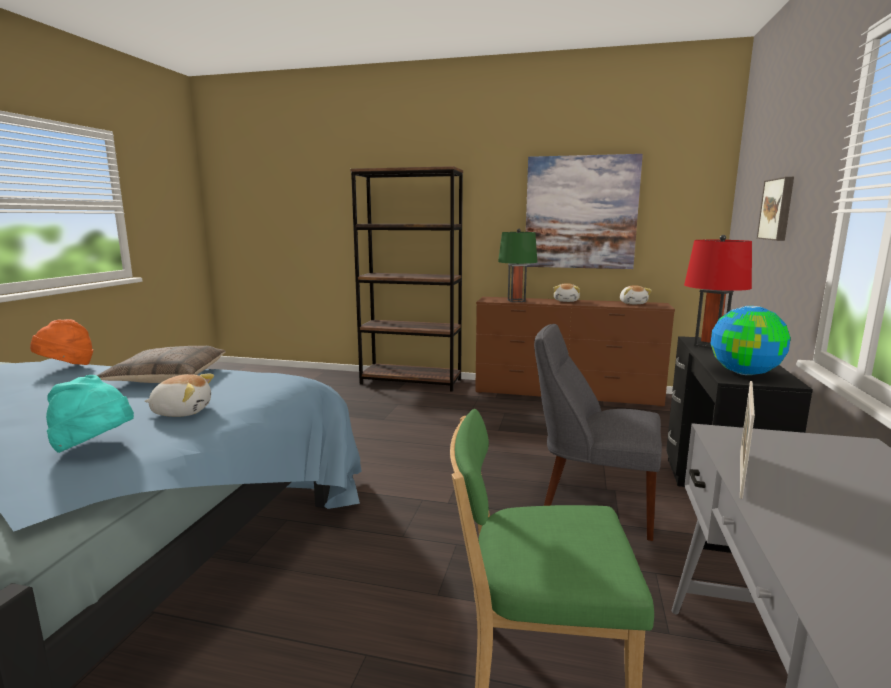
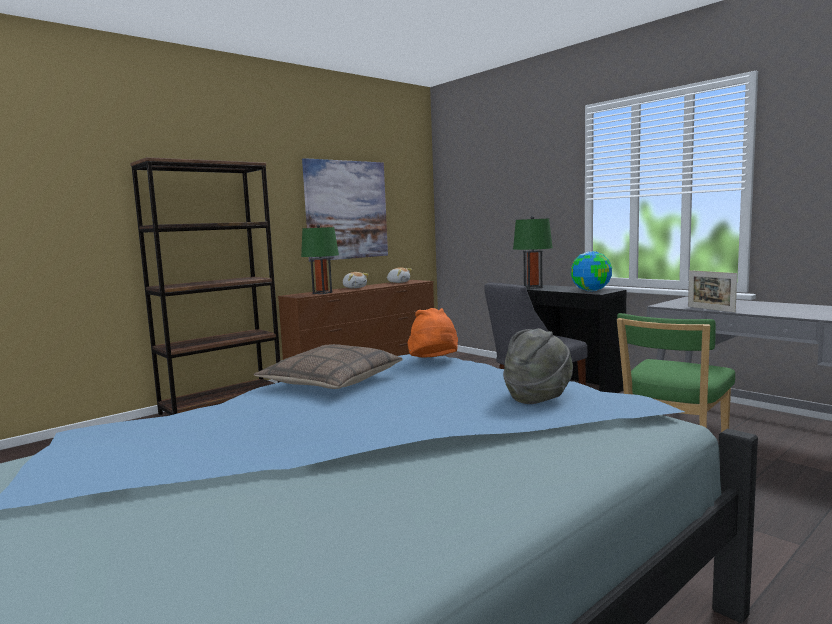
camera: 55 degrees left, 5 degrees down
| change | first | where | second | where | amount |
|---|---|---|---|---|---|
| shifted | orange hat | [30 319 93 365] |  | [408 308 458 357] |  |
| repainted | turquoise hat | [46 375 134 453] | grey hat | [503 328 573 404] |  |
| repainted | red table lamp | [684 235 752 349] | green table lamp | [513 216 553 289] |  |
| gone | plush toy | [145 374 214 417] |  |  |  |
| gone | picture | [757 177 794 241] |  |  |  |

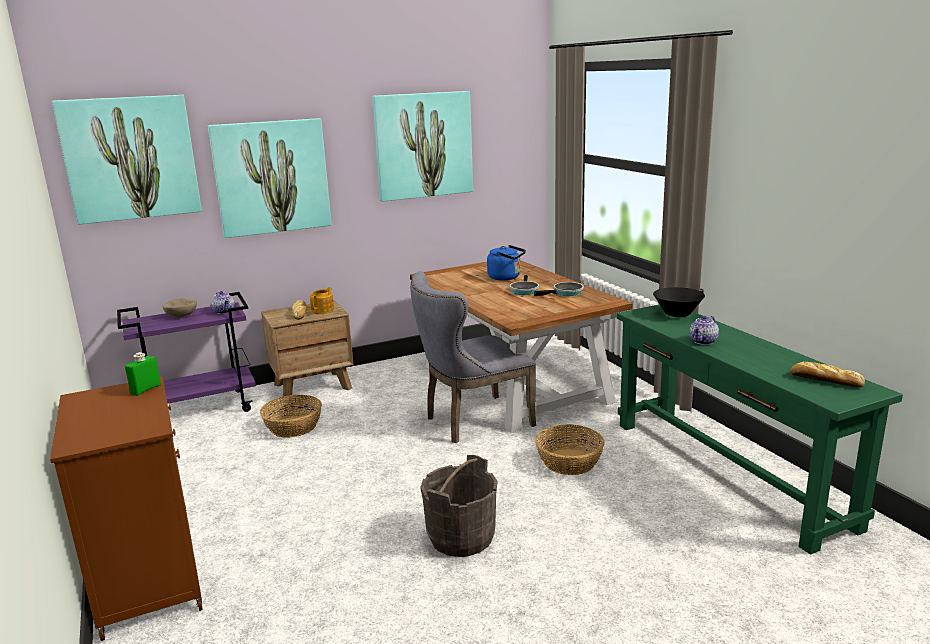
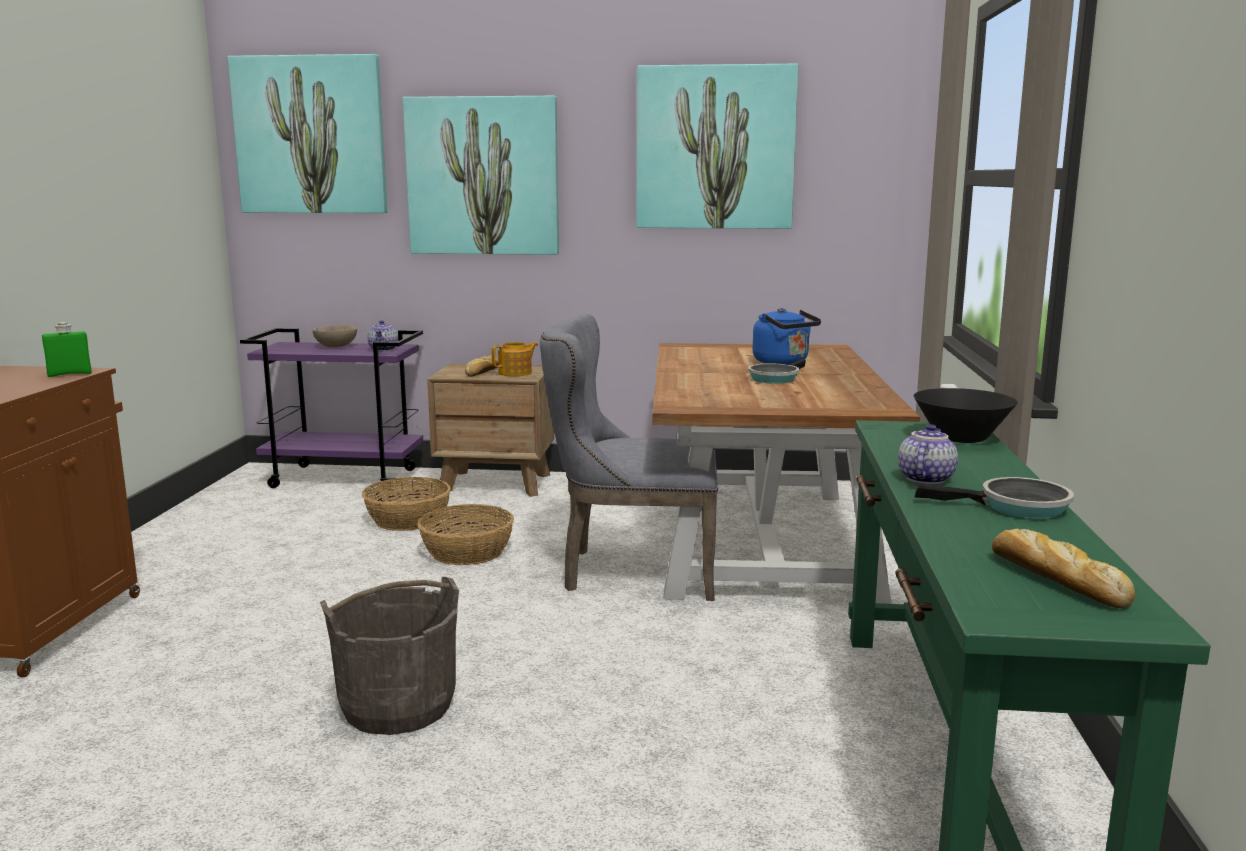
camera: 30 degrees right, 5 degrees down
| change | first | where | second | where | amount |
|---|---|---|---|---|---|
| shifted | basket | [535 424 604 475] |  | [417 504 514 565] |  |
| rotated | teapot | [690 316 719 345] |  | [898 424 958 484] | 135 degrees clockwise |
| shifted | frying pan | [534 282 584 296] |  | [915 477 1074 519] |  |

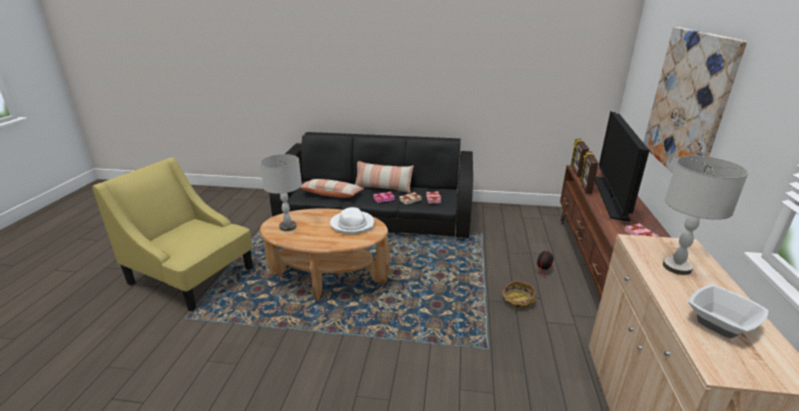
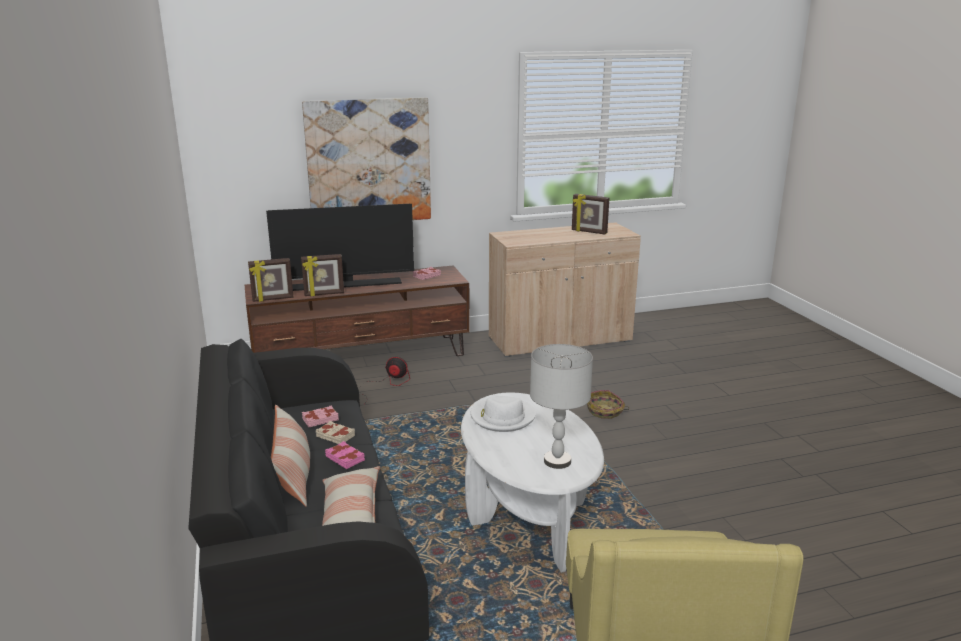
camera: 115 degrees left, 5 degrees down
| change | first | where | second | where | amount |
|---|---|---|---|---|---|
| repainted | brown coffee table | [259 208 389 301] | white coffee table | [461 393 604 573] |  |
| swapped | bowl | [688 284 769 339] | picture frame | [572 194 609 235] |  |
| shifted | basket | [502 281 537 310] |  | [587 390 630 419] |  |
| gone | grey table lamp | [663 156 748 275] |  |  |  |

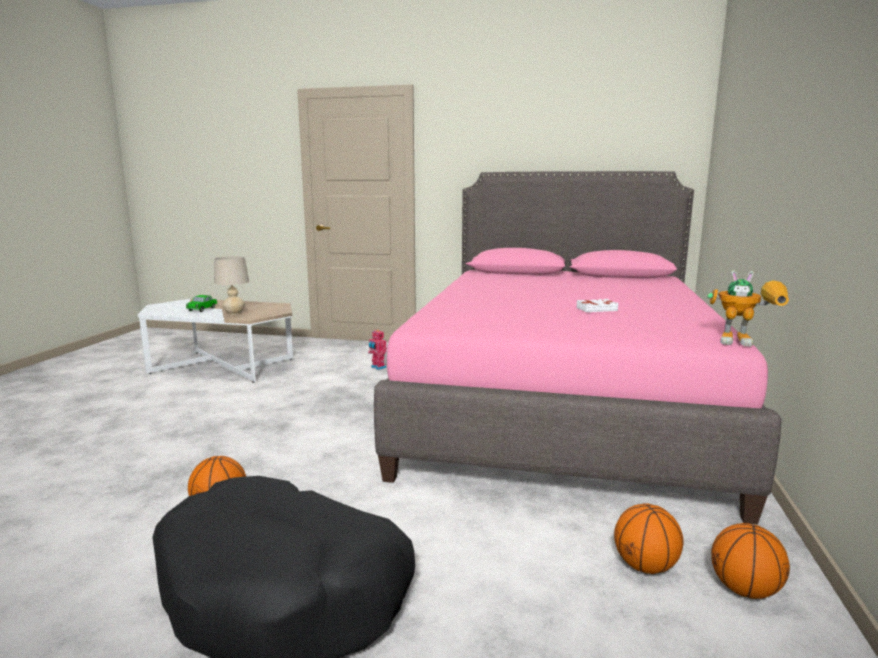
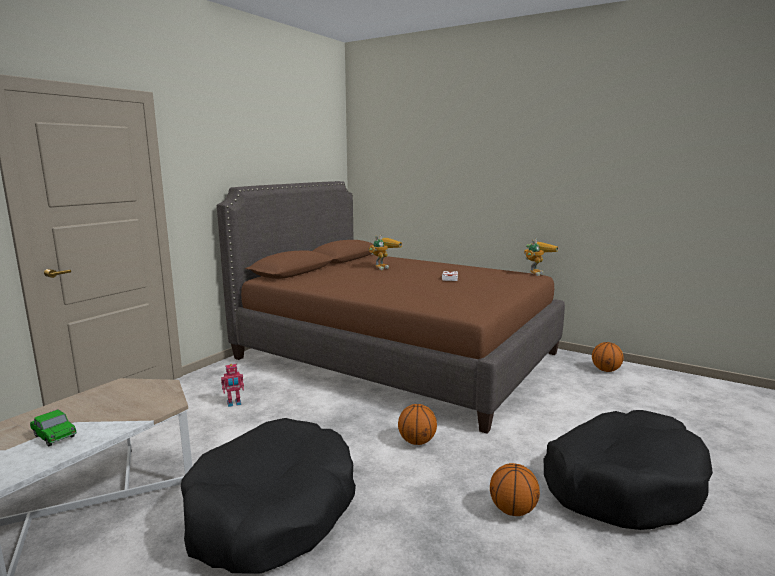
camera: 70 degrees left, 0 degrees up
| change | first | where | second | where | amount |
|---|---|---|---|---|---|
| new |  |  | black dog bed | [181 418 356 574] |  |
| repainted | pink bed | [374 171 782 525] | brown bed | [217 181 565 434] |  |
| new |  |  | toy robot | [368 235 402 270] |  |
| shifted | basketball | [614 503 684 574] |  | [398 404 437 445] |  |
| gone | beige table lamp | [214 256 249 315] |  |  |  |

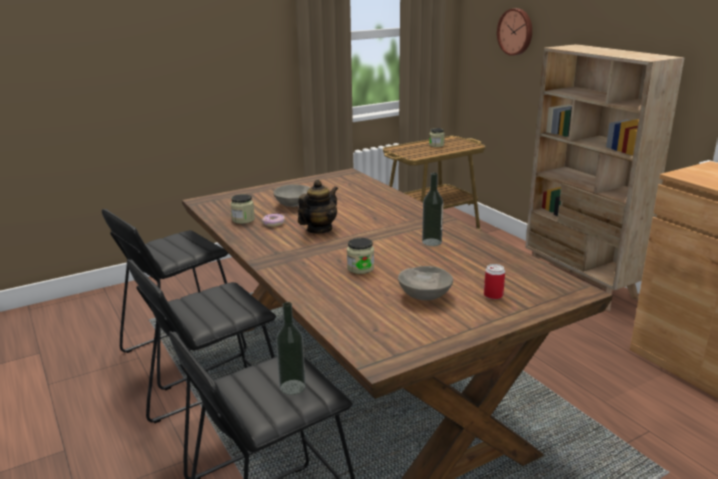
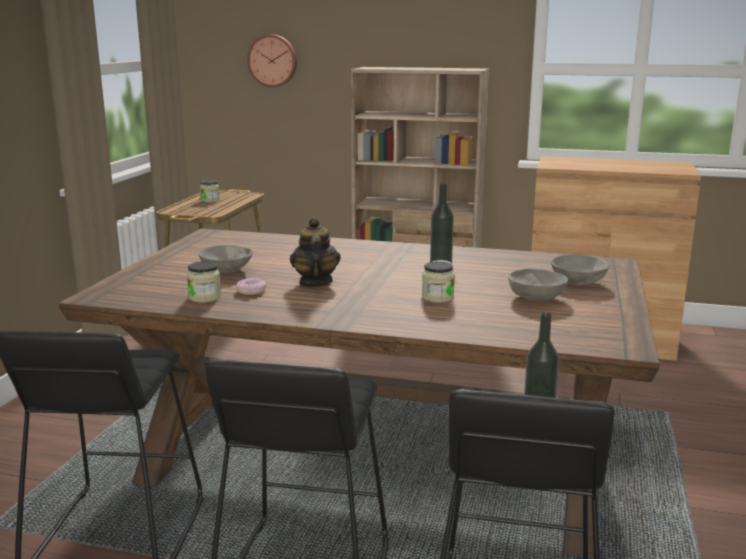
camera: 45 degrees left, 5 degrees down
| change | first | where | second | where | amount |
|---|---|---|---|---|---|
| swapped | can | [484 264 505 300] | grey bowl | [551 254 609 285] |  |

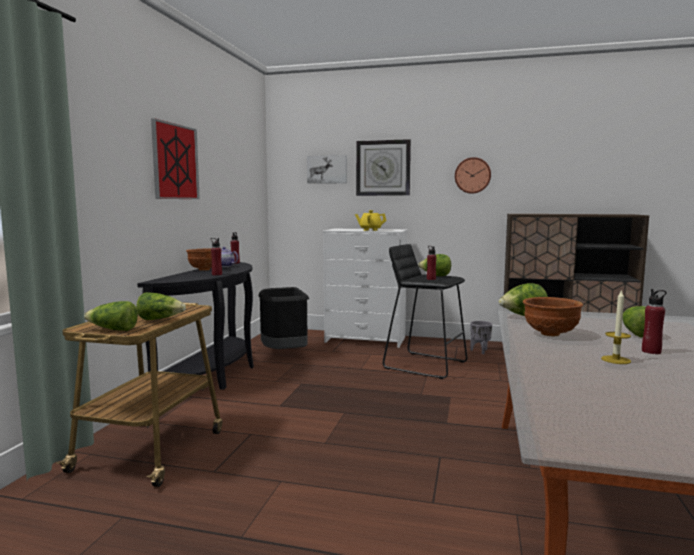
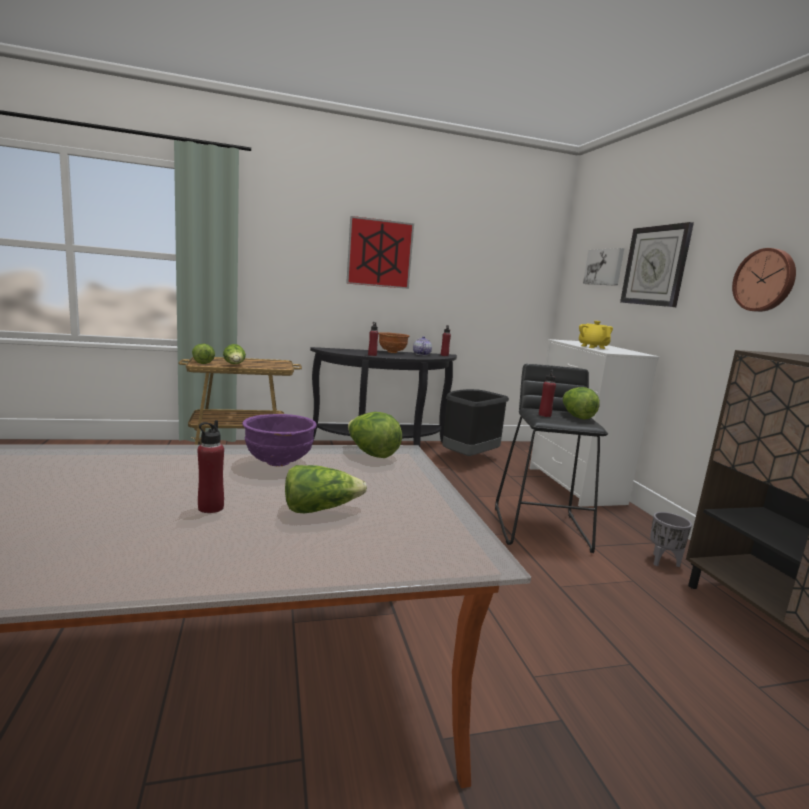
camera: 60 degrees right, 5 degrees up
| change | first | where | second | where | amount |
|---|---|---|---|---|---|
| repainted | brown bowl | [523 297 583 336] | purple bowl | [242 414 317 466] |  |
| gone | candle | [601 289 631 364] |  |  |  |

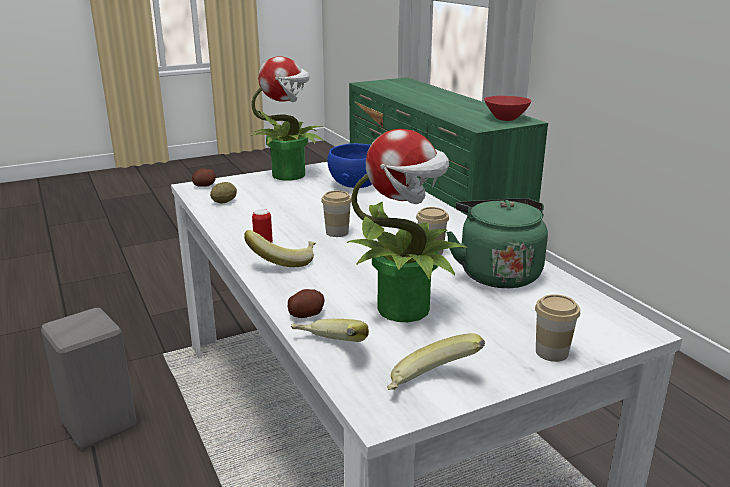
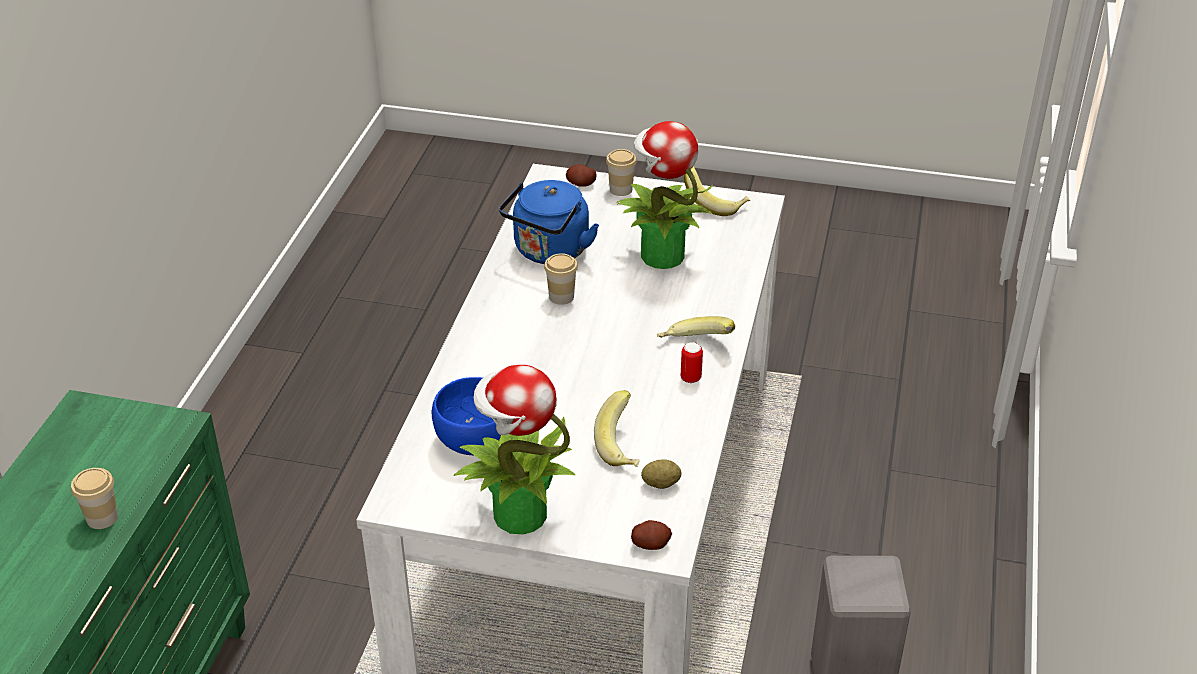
camera: 140 degrees left, 15 degrees up
| change | first | where | second | where | amount |
|---|---|---|---|---|---|
| shifted | cup | [321 191 352 237] |  | [71 468 118 529] |  |
| repainted | green kettle | [446 198 548 288] | blue kettle | [499 180 599 264] |  |
| shifted | potato | [288 289 325 318] |  | [566 164 597 187] |  |
| shifted | banana | [291 319 369 342] |  | [594 390 639 467] |  |
| gone | red bowl | [484 96 531 121] |  |  |  |

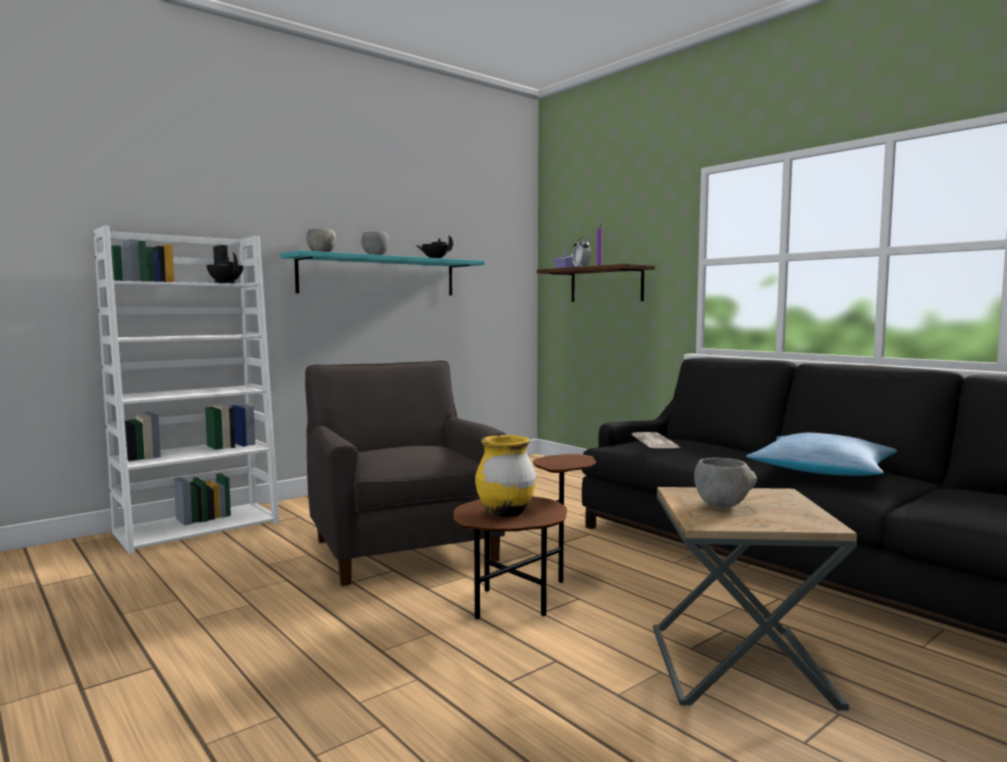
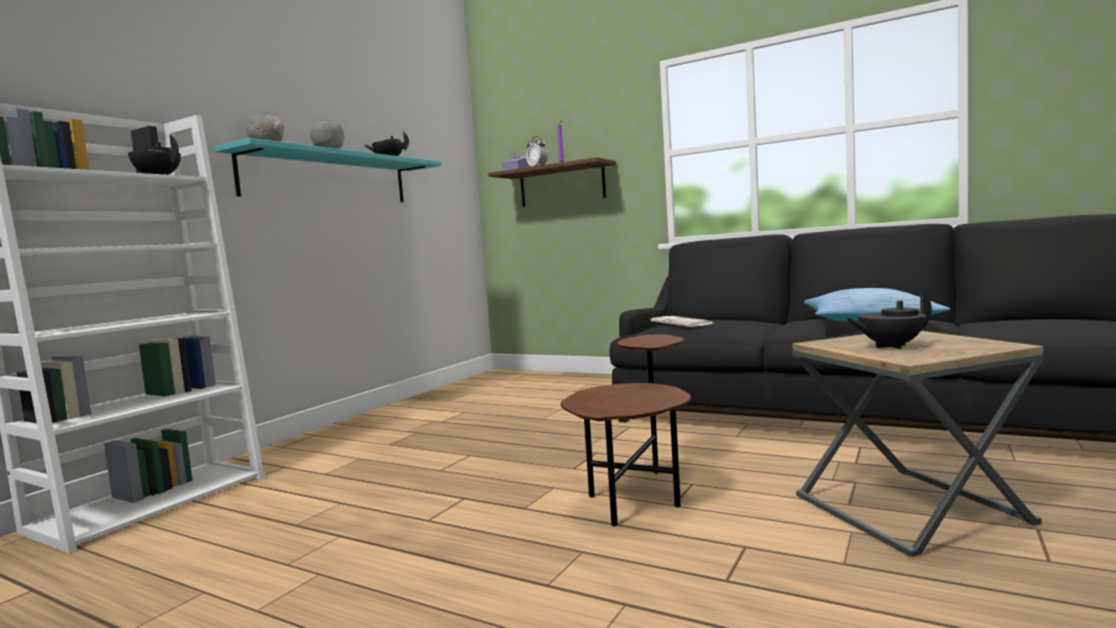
camera: 20 degrees left, 0 degrees up
| change | first | where | second | where | amount |
|---|---|---|---|---|---|
| swapped | grey bowl | [694 458 757 508] | black teapot | [846 291 932 349] |  |
| gone | grey armchair | [305 361 507 586] |  |  |  |
| gone | yellow vase | [475 435 536 517] |  |  |  |

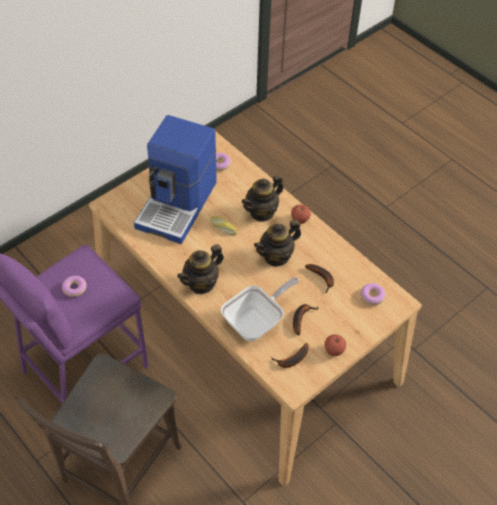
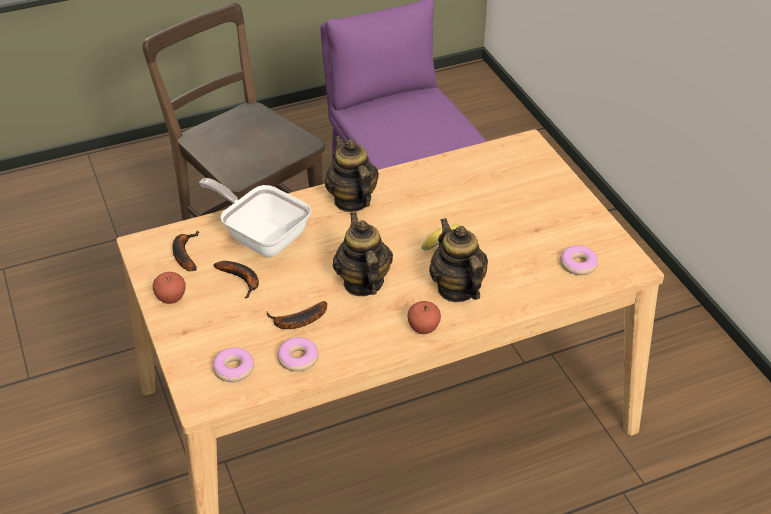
camera: 110 degrees right, 10 degrees down
| change | first | where | second | where | amount |
|---|---|---|---|---|---|
| rotated | frying pan | [221 277 300 342] |  | [199 178 311 257] | 150 degrees clockwise |
| shifted | donut | [62 276 87 297] |  | [277 337 318 372] |  |
| gone | coffee machine | [134 115 217 244] |  |  |  |

